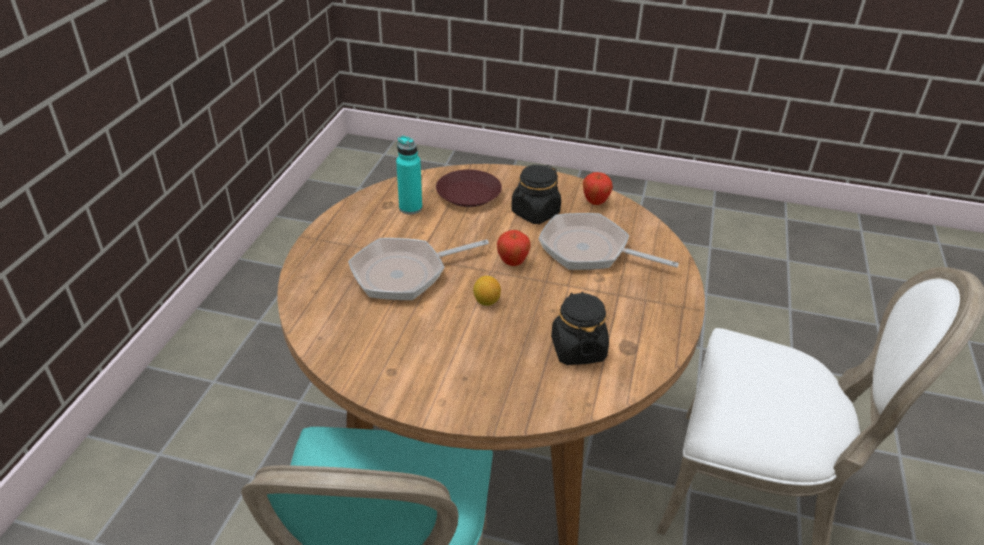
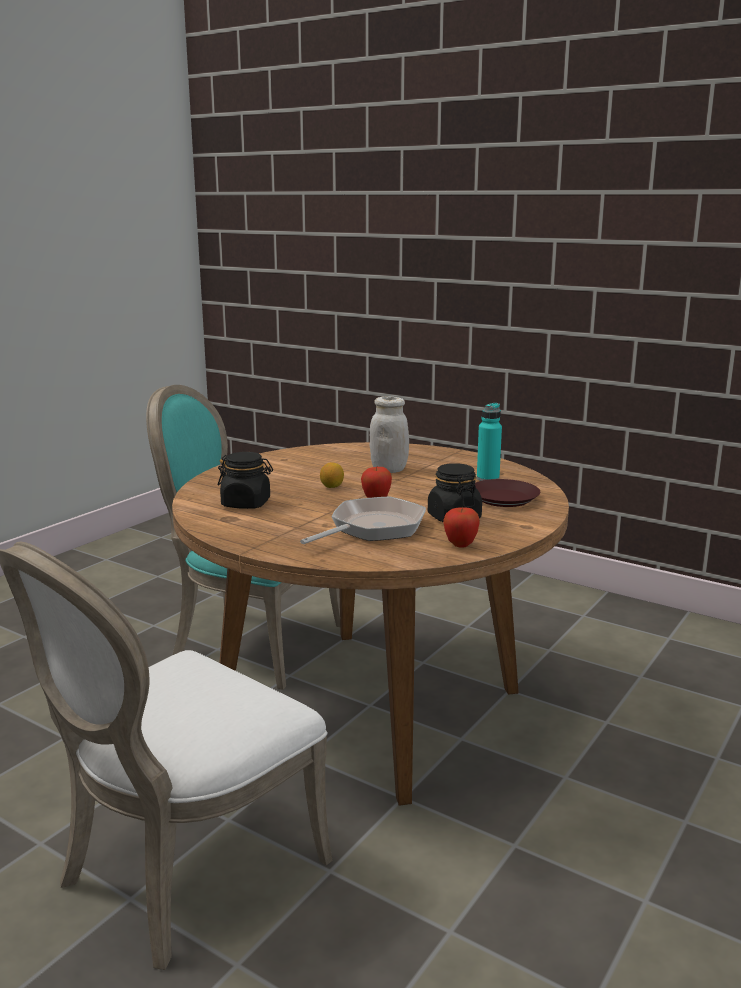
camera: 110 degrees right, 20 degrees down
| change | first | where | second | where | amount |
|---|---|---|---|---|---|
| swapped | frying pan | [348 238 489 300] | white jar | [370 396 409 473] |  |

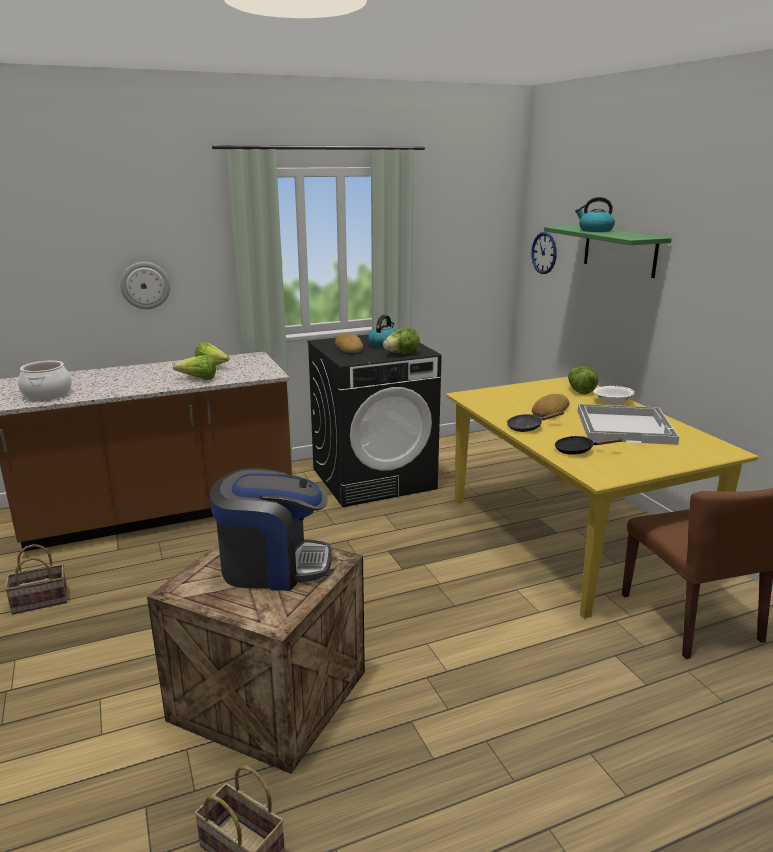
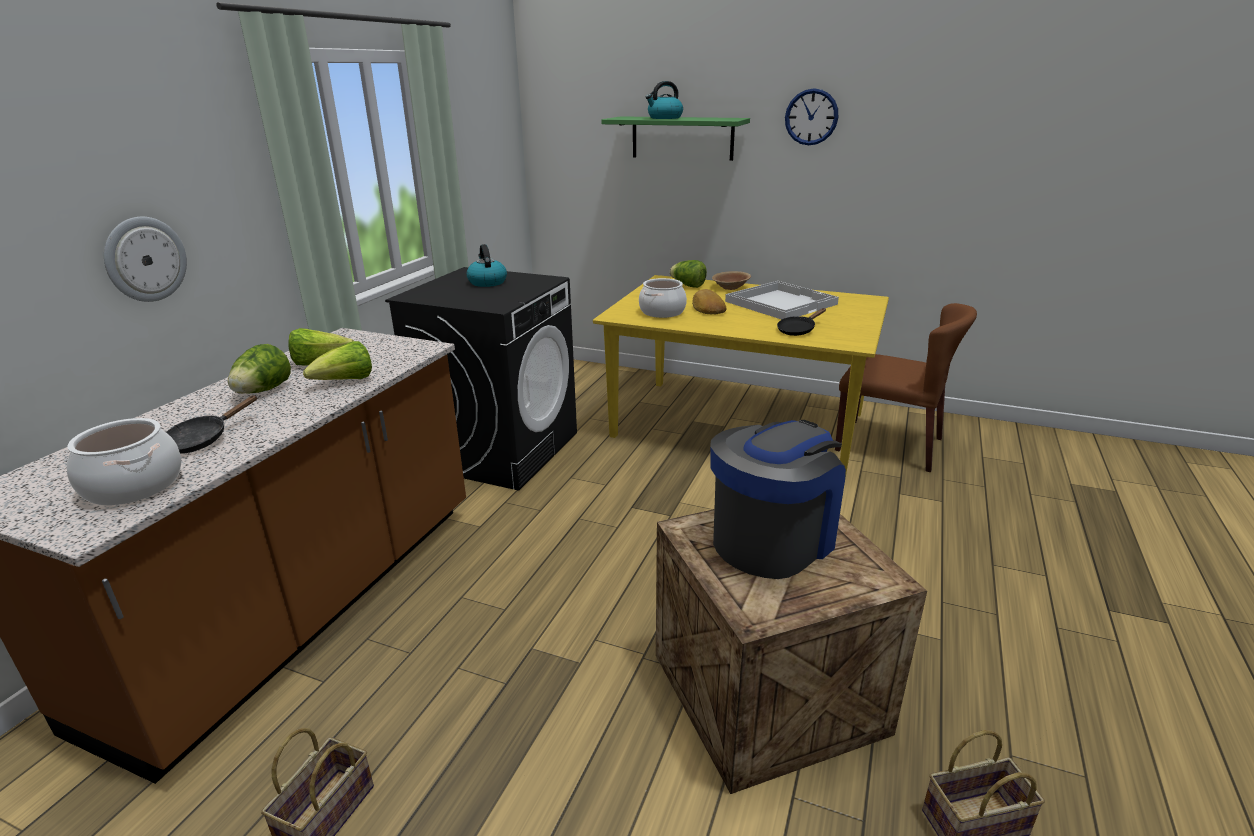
camera: 45 degrees left, 5 degrees up
| change | first | where | second | where | amount |
|---|---|---|---|---|---|
| shifted | black frying pan | [507 411 564 432] |  | [166 395 257 454] |  |
| shifted | lettuce | [383 327 420 354] |  | [228 344 291 394] |  |
| new |  |  | cooking pot | [639 278 687 318] |  |
| repainted | white bowl | [594 386 635 405] | brown bowl | [712 271 751 290] |  |
| shifted | wall clock | [531 232 557 274] |  | [785 88 838 145] |  |
| gone | bread | [335 333 363 353] |  |  |  |

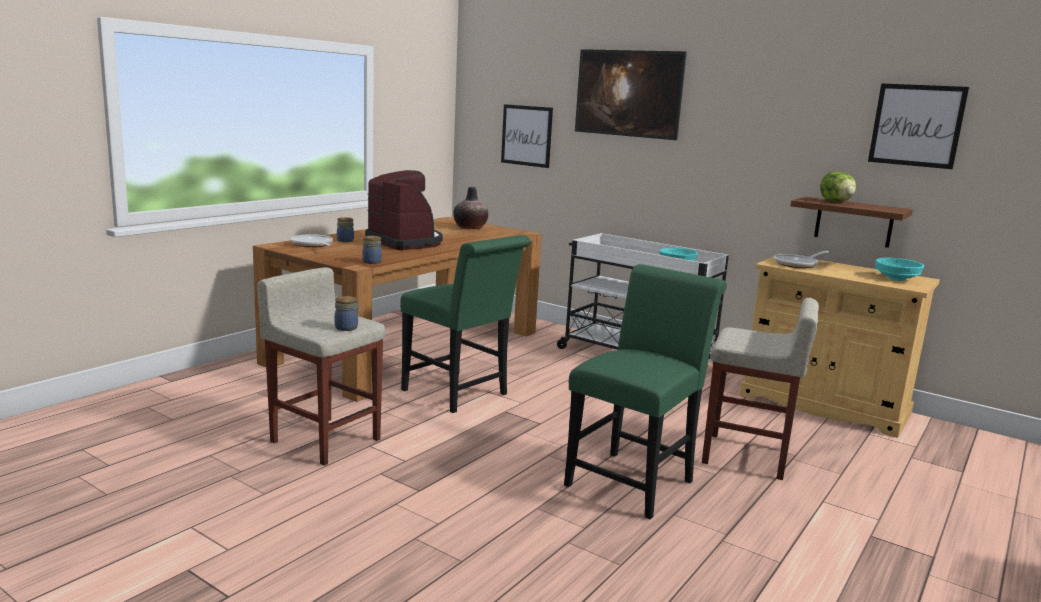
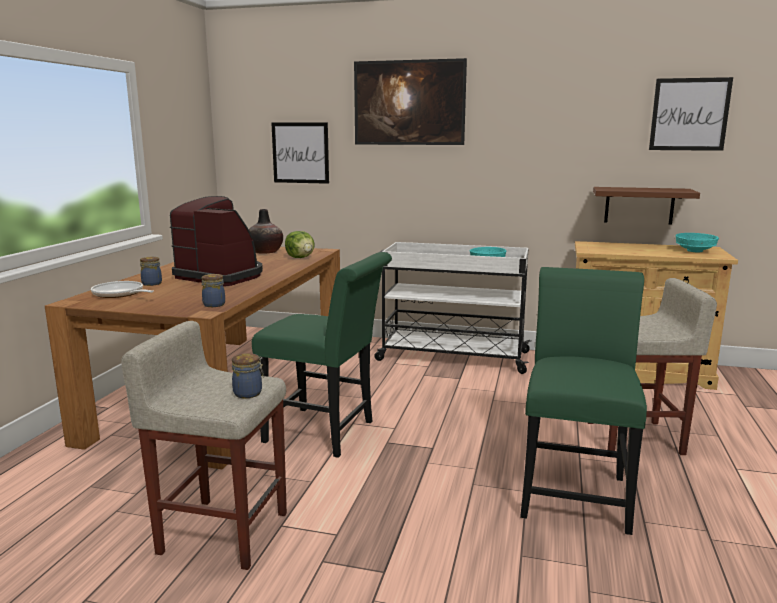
camera: 20 degrees left, 0 degrees up
| change | first | where | second | where | amount |
|---|---|---|---|---|---|
| shifted | lettuce | [820 171 856 202] |  | [285 231 315 258] |  |
| gone | frying pan | [774 251 829 268] |  |  |  |

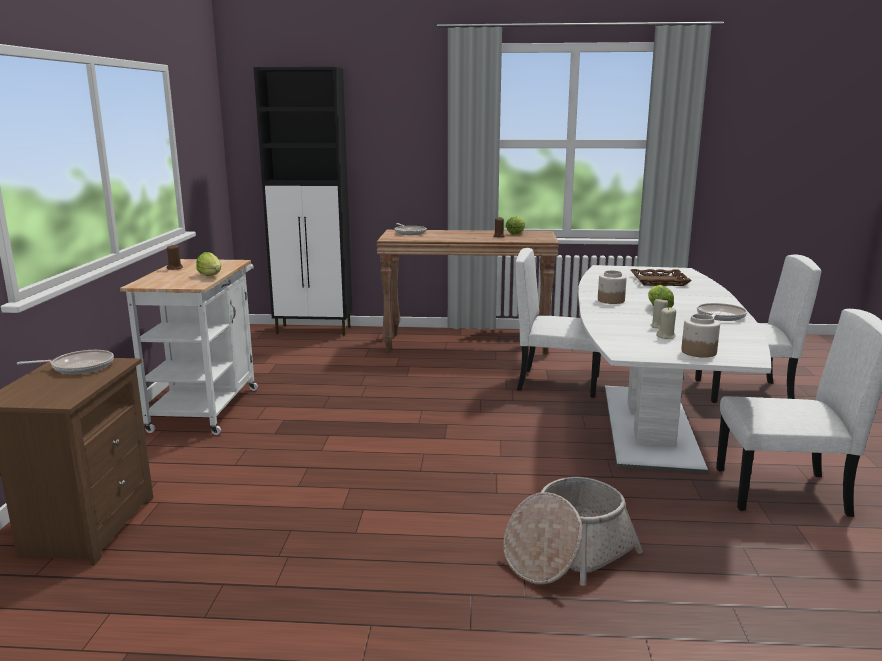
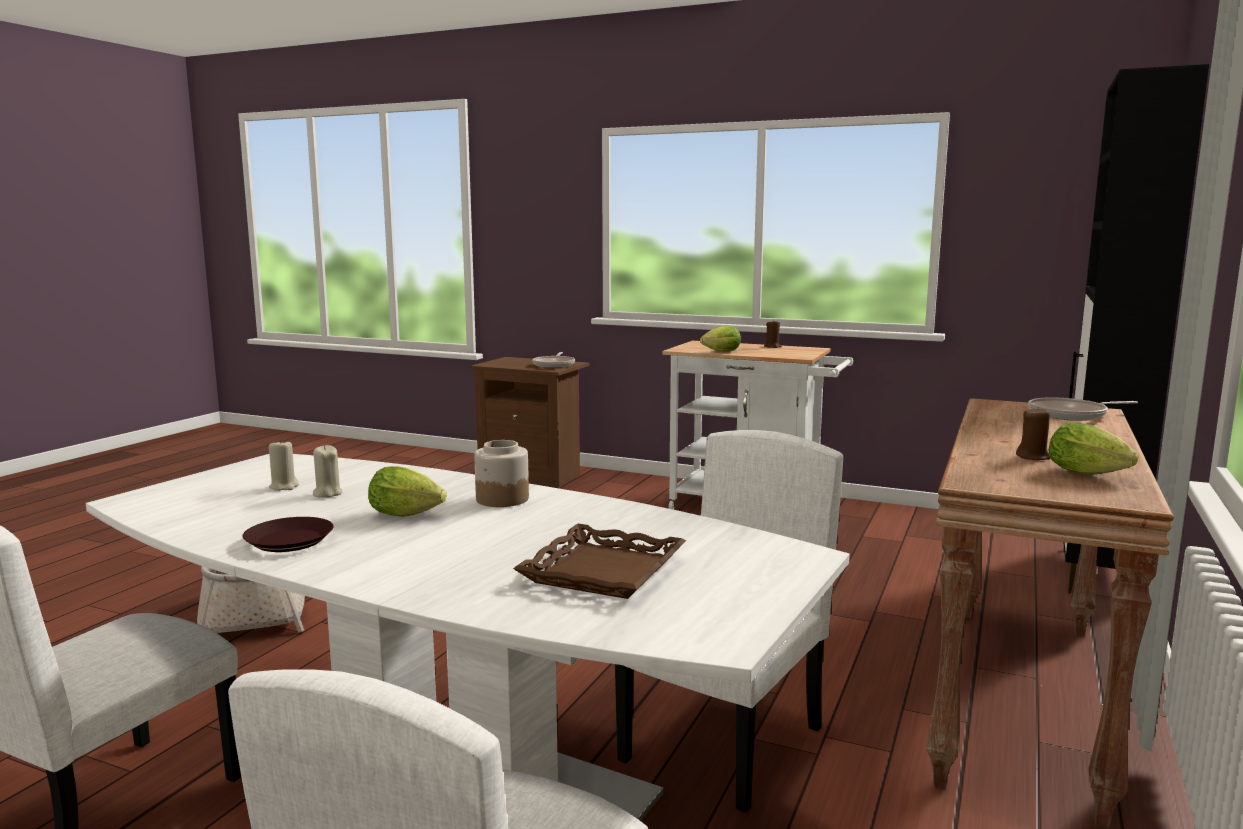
camera: 110 degrees right, 5 degrees down
| change | first | where | second | where | amount |
|---|---|---|---|---|---|
| swapped | frying pan | [697 303 747 321] | brown plate | [243 517 334 552] |  |
| gone | jar | [681 314 720 358] |  |  |  |

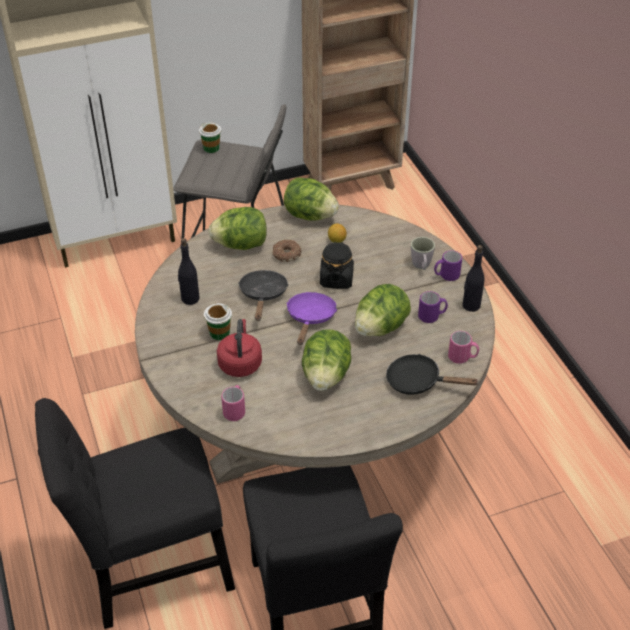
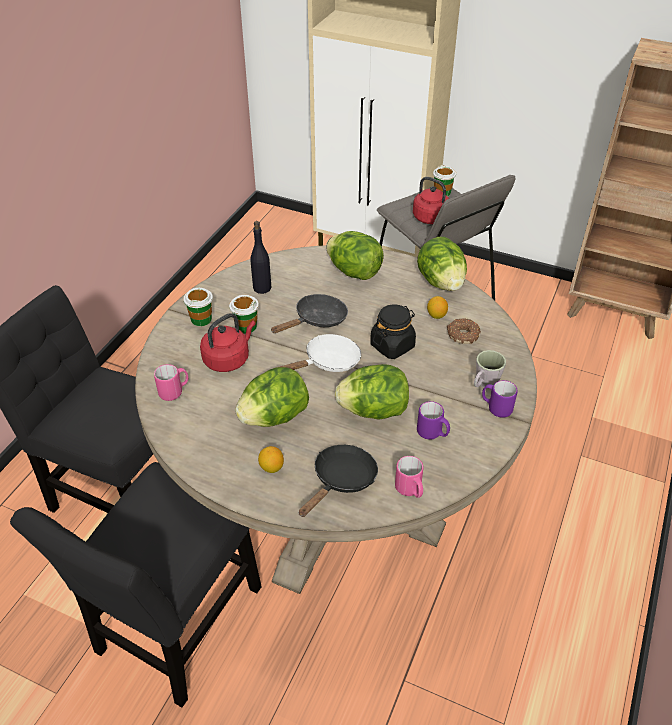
camera: 45 degrees right, 0 degrees up
| change | first | where | second | where | amount |
|---|---|---|---|---|---|
| new |  |  | cup | [183 288 213 326] |  |
| new |  |  | lemon | [258 446 284 473] |  |
| repainted | purple frying pan | [287 292 337 345] | white frying pan | [280 334 361 372] |  |
| rotated | black frying pan | [386 354 478 395] |  | [299 445 378 517] | 60 degrees clockwise |
| new |  |  | red kettle | [413 177 449 224] |  |
| shifted | donut | [272 240 302 262] |  | [447 318 481 344] |  |
| gone | black bottle | [462 245 484 312] |  |  |  |

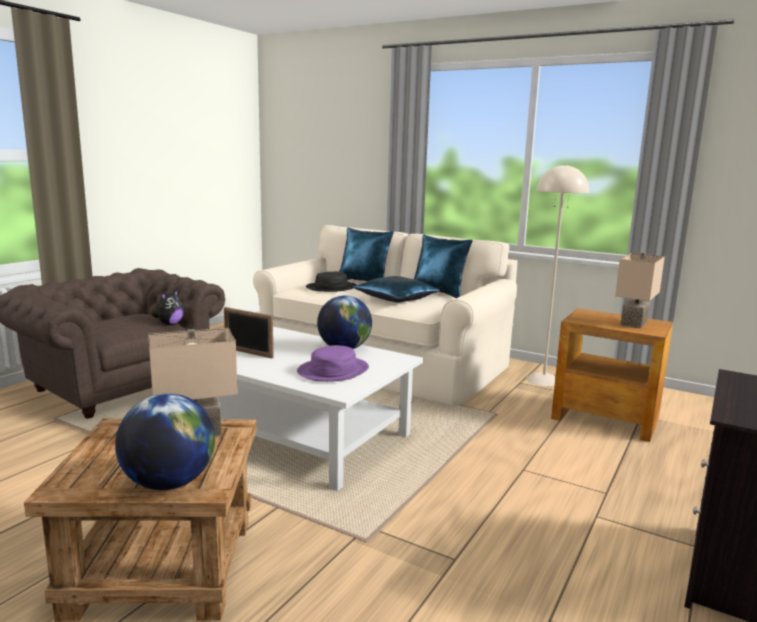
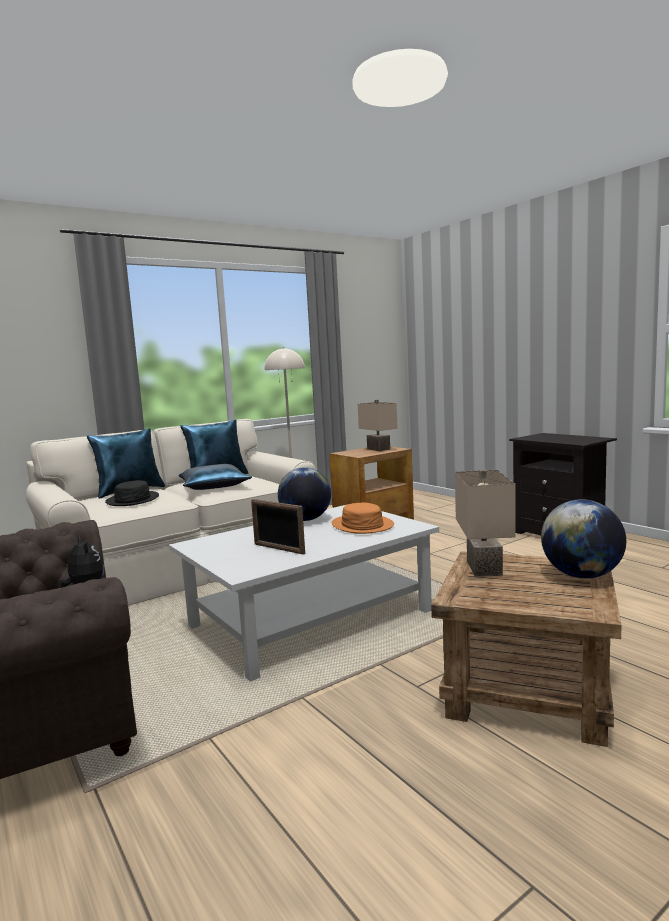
camera: 65 degrees left, 5 degrees down
| change | first | where | second | where | amount |
|---|---|---|---|---|---|
| rotated | picture frame | [224 307 273 358] |  | [251 499 305 555] | 75 degrees clockwise |
| repainted | purple hat | [297 345 369 382] | orange hat | [332 503 394 534] |  |

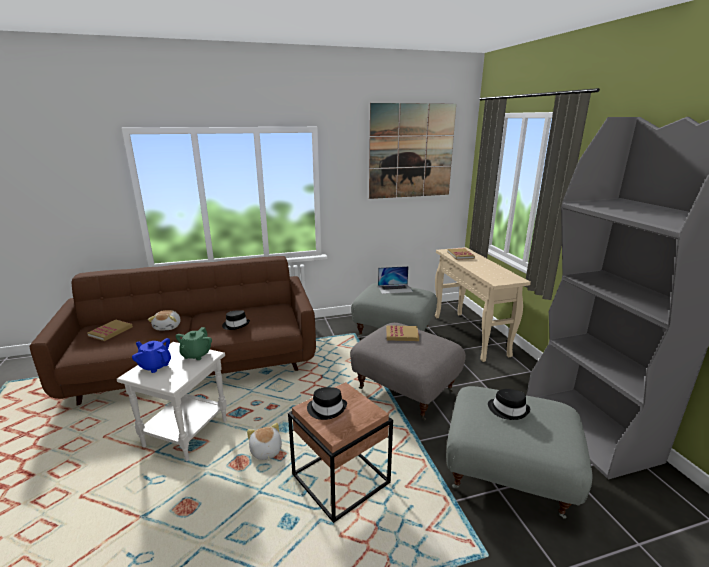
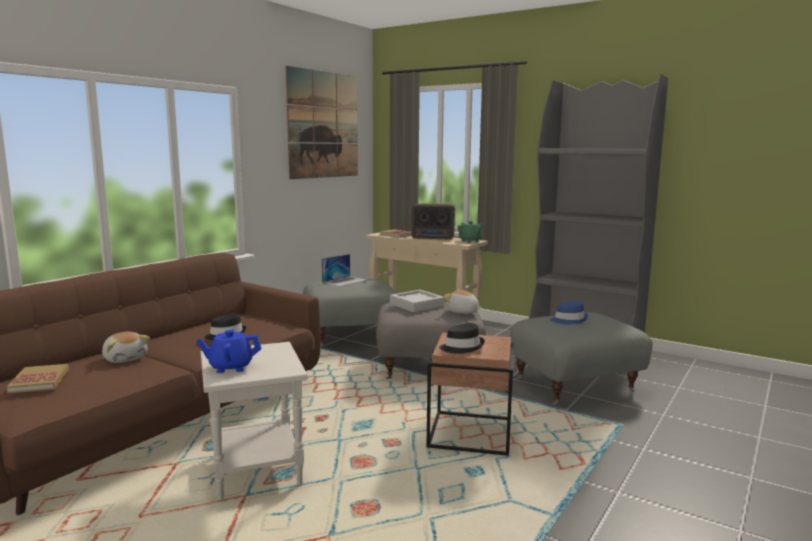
camera: 40 degrees left, 10 degrees down
| change | first | where | second | where | amount |
|---|---|---|---|---|---|
| swapped | book | [386 325 419 341] | grey tray | [390 290 444 312] |  |
| new |  |  | radio | [412 204 455 240] |  |
| shifted | plush toy | [247 423 282 461] |  | [444 289 481 314] |  |
| shifted | green teapot | [176 327 212 360] |  | [457 221 484 243] |  |
| repainted | black hat | [488 389 530 420] | blue hat | [550 301 588 324] |  |

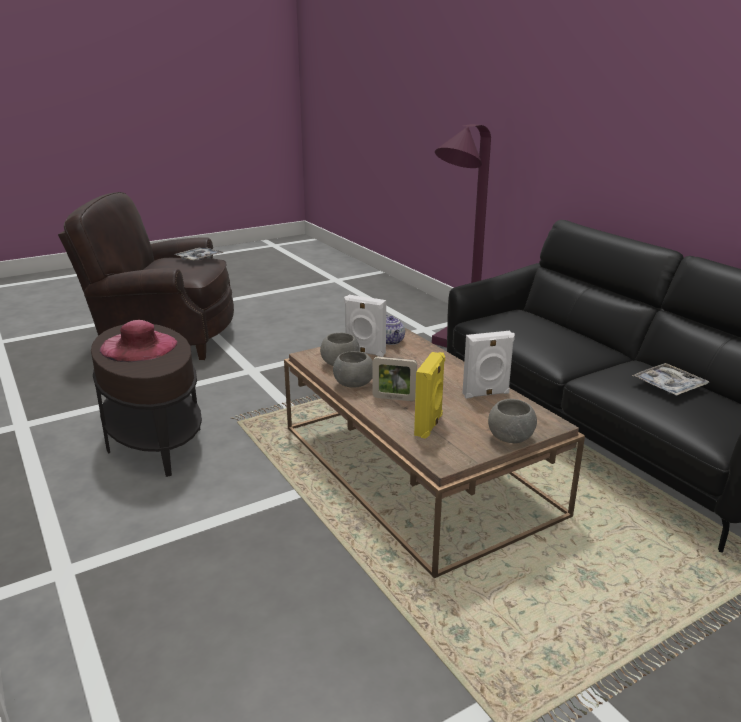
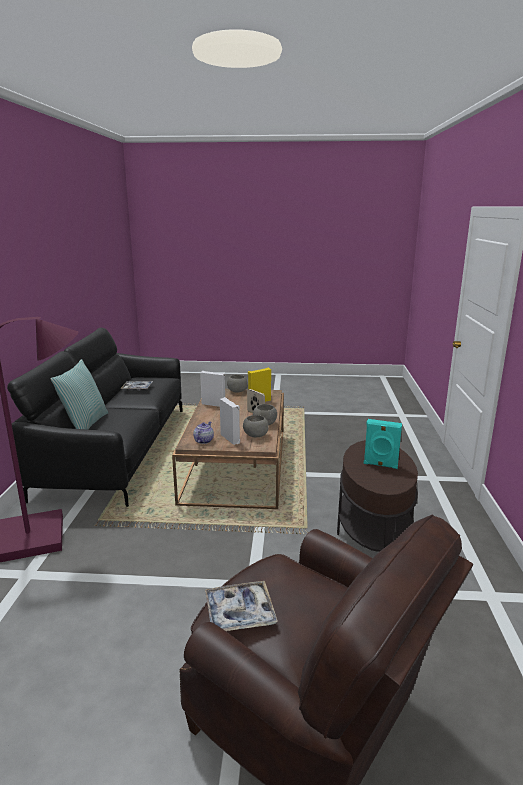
camera: 145 degrees left, 5 degrees down
| change | first | where | second | where | amount |
|---|---|---|---|---|---|
| new |  |  | pillow | [51 359 108 429] |  |
| swapped | pink hat | [100 320 177 362] | turquoise speaker | [364 419 402 469] |  |

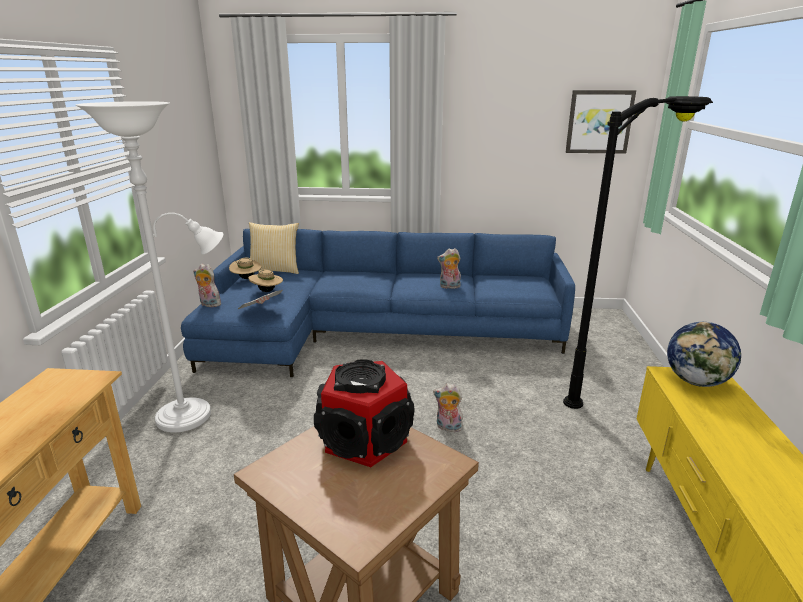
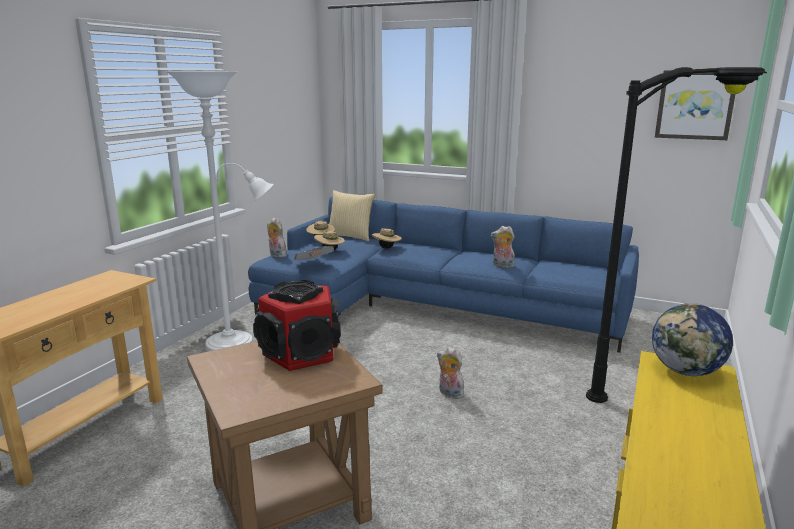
camera: 20 degrees right, 5 degrees down
| change | first | where | second | where | amount |
|---|---|---|---|---|---|
| new |  |  | beige hat | [372 228 402 249] |  |

